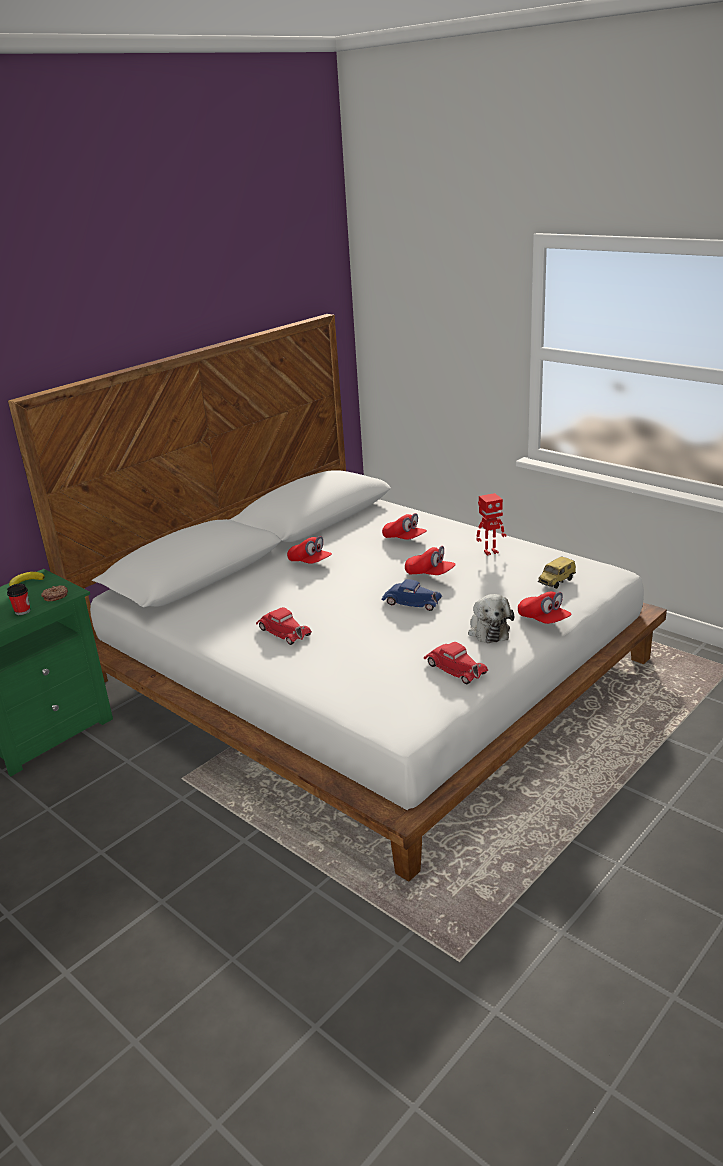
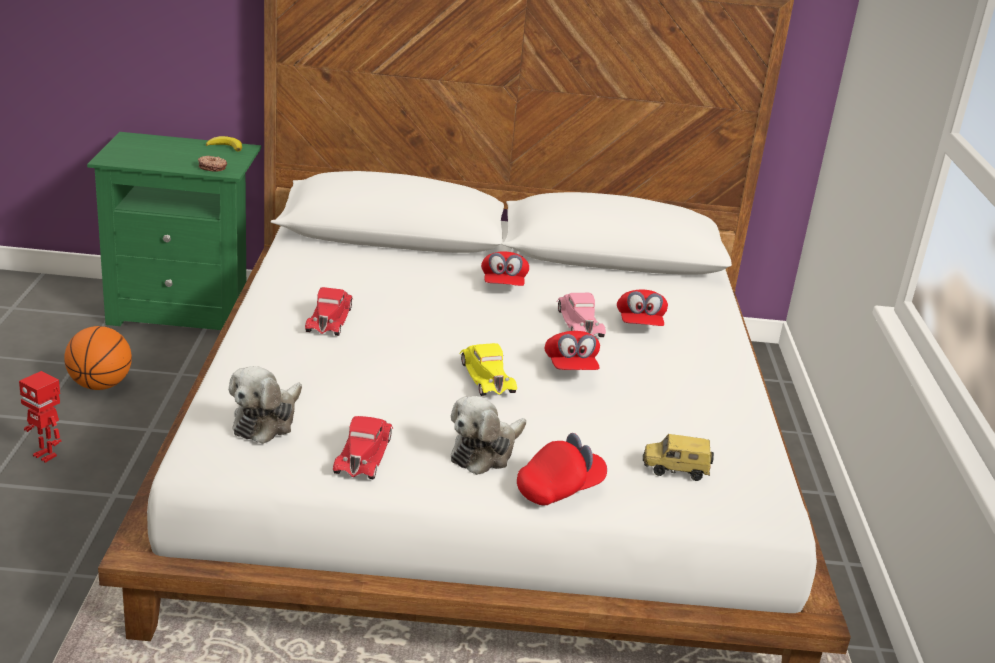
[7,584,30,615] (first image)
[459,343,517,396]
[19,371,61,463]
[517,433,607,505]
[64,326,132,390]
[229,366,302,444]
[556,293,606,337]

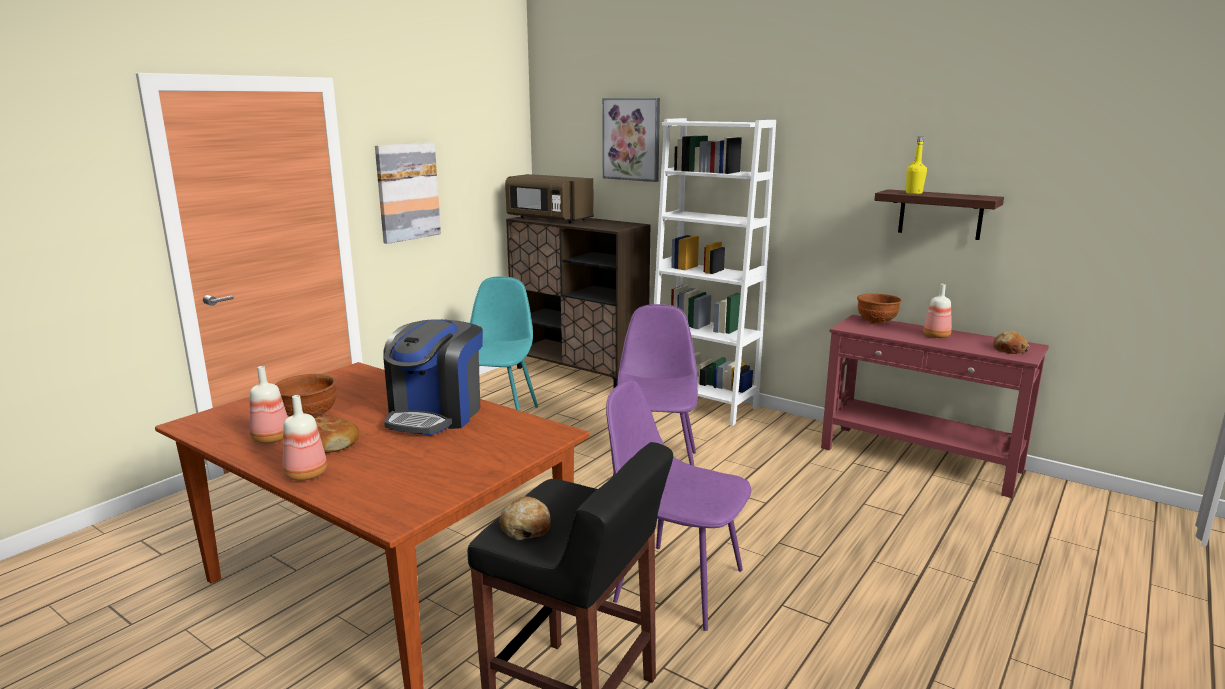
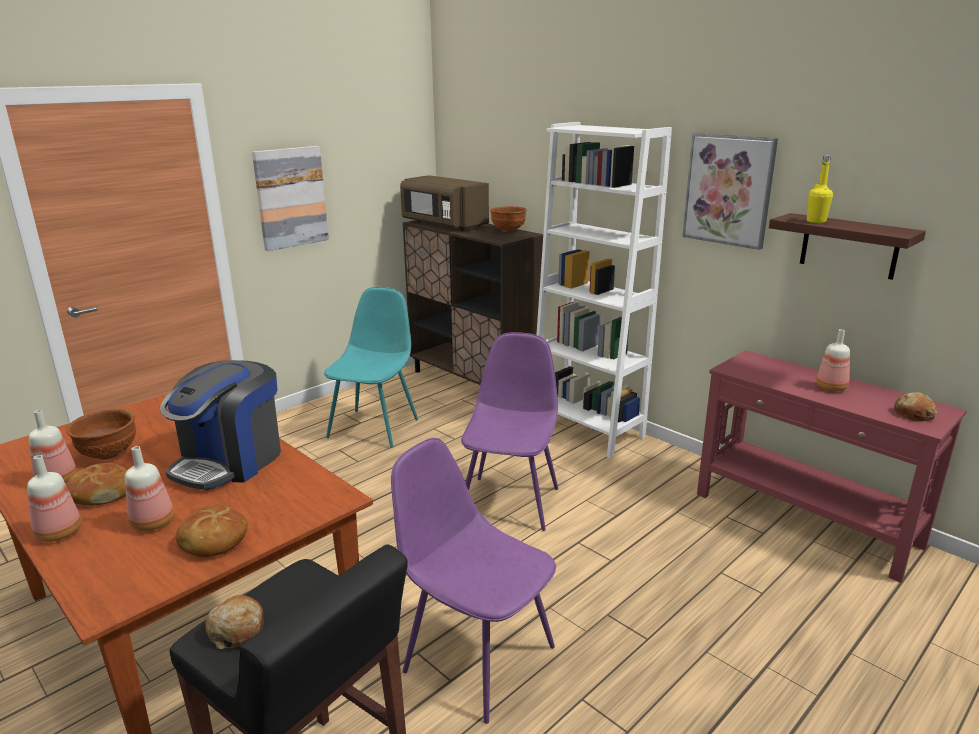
[683,133,778,250]
[490,206,527,232]
[125,446,174,531]
[176,504,248,557]

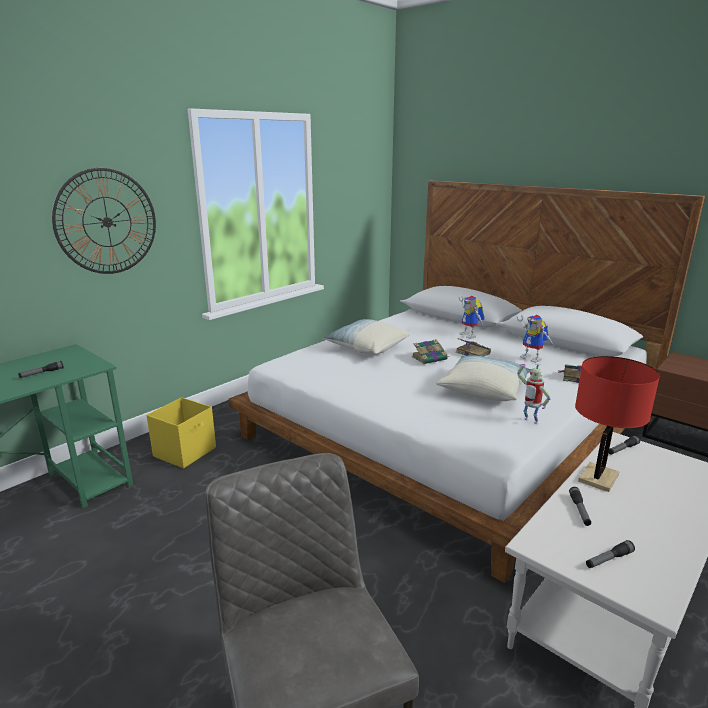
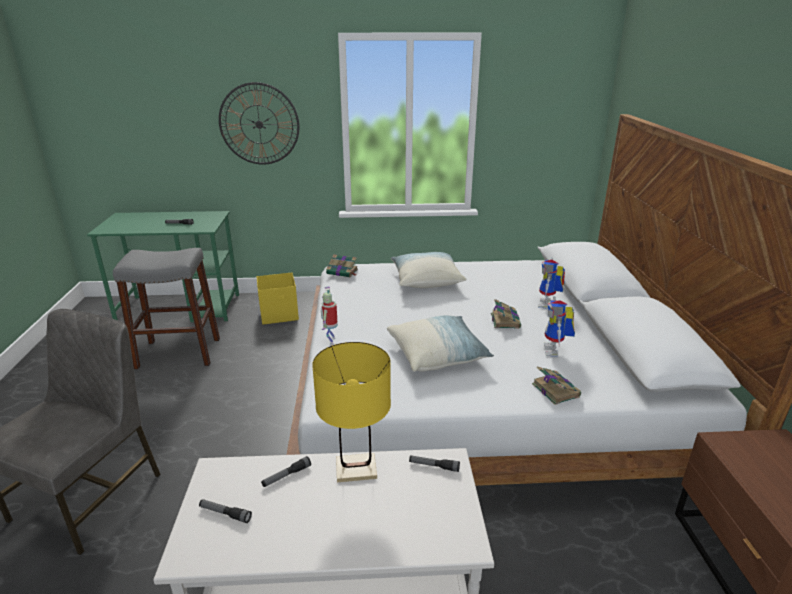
[326,254,358,277]
[321,287,338,345]
[312,342,391,482]
[113,248,220,370]

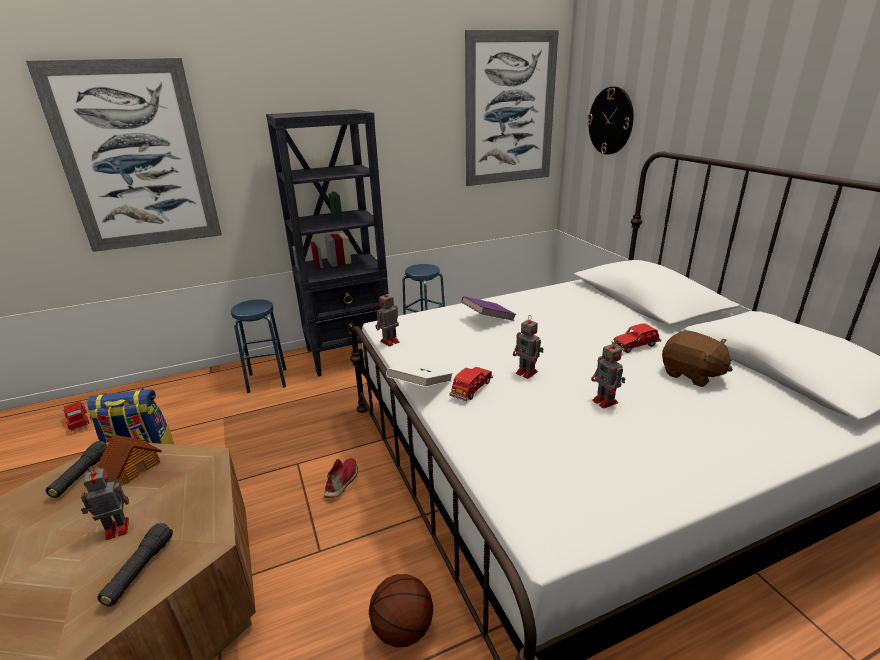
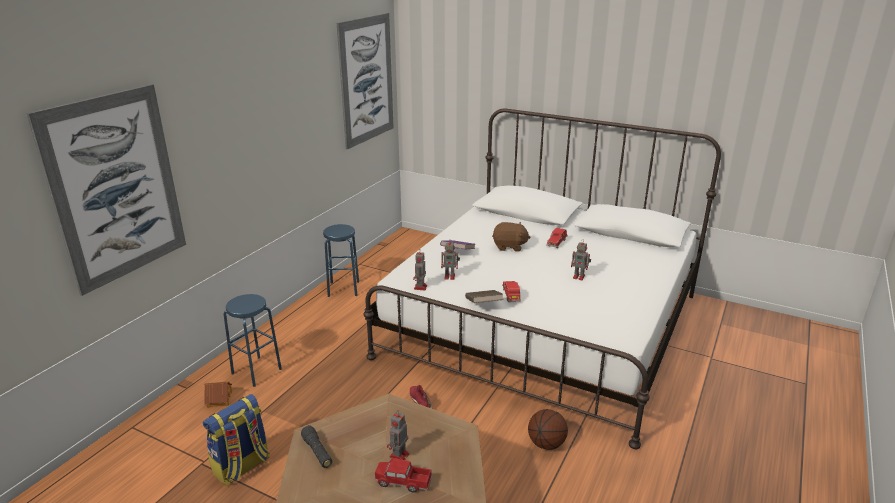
[374,458,432,493]
[204,381,232,408]
[97,523,173,607] (first image)
[266,109,389,376] (first image)
[465,290,504,303]
[441,239,460,280]
[587,87,633,155] (first image)
[492,222,531,251]

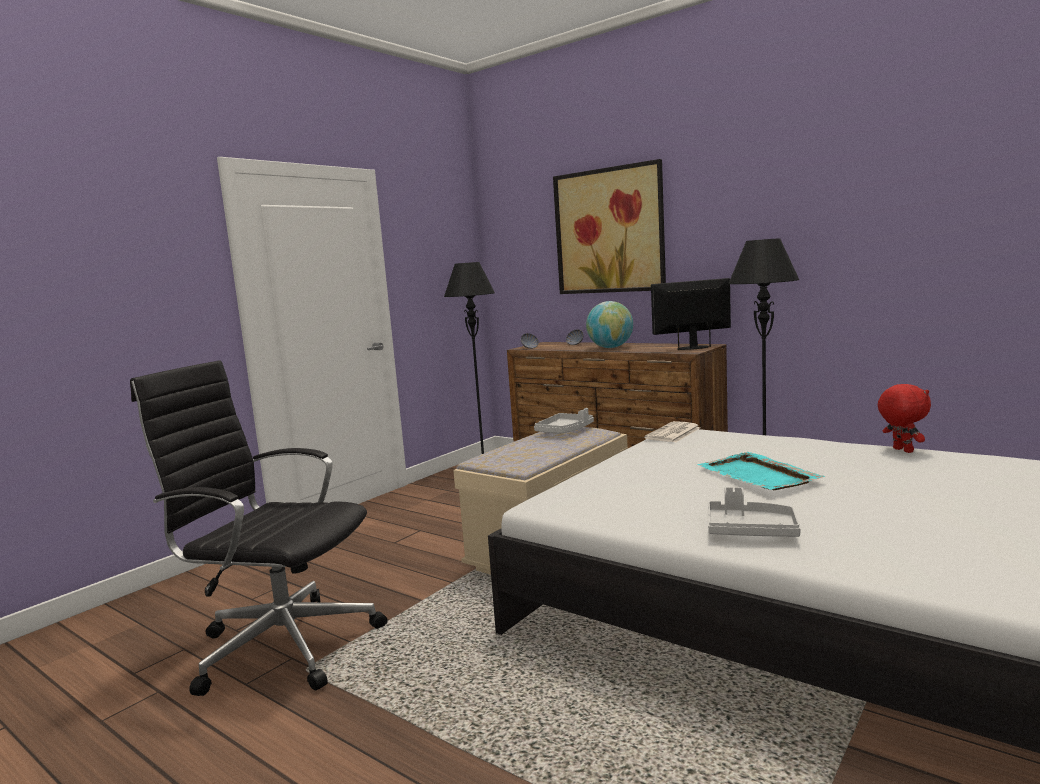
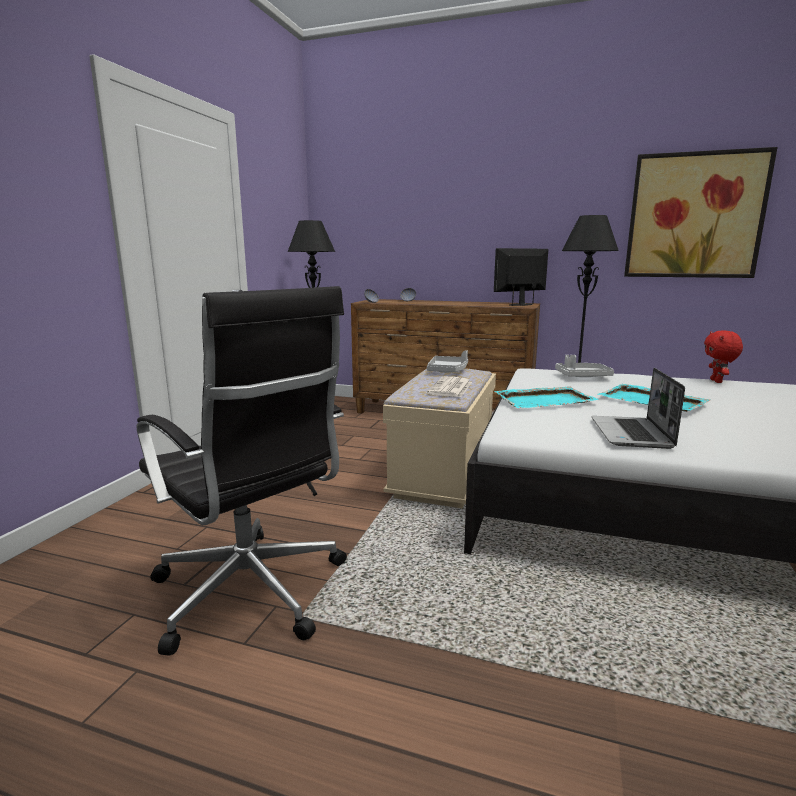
[137,286,347,656]
[624,147,777,278]
[586,301,633,348] (first image)
[427,377,472,397]
[555,355,614,377]
[704,331,743,383]
[494,386,599,408]
[591,368,685,449]

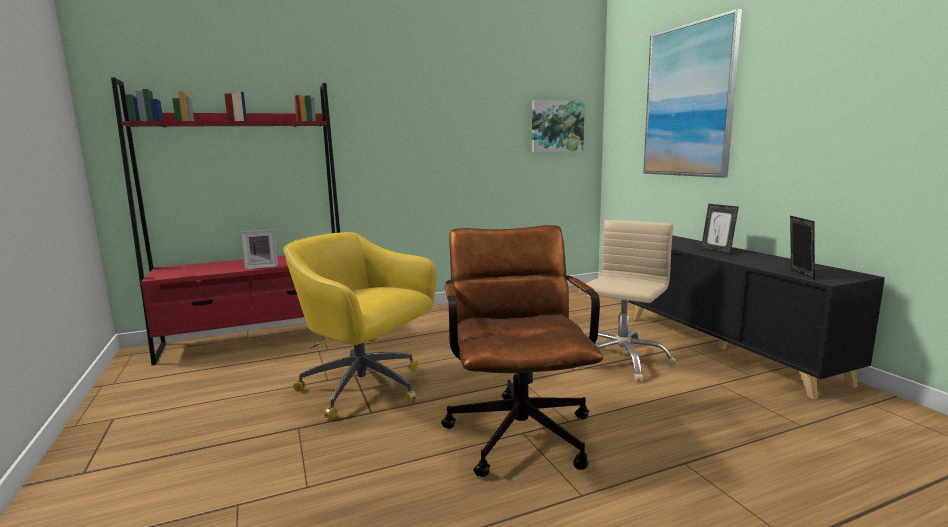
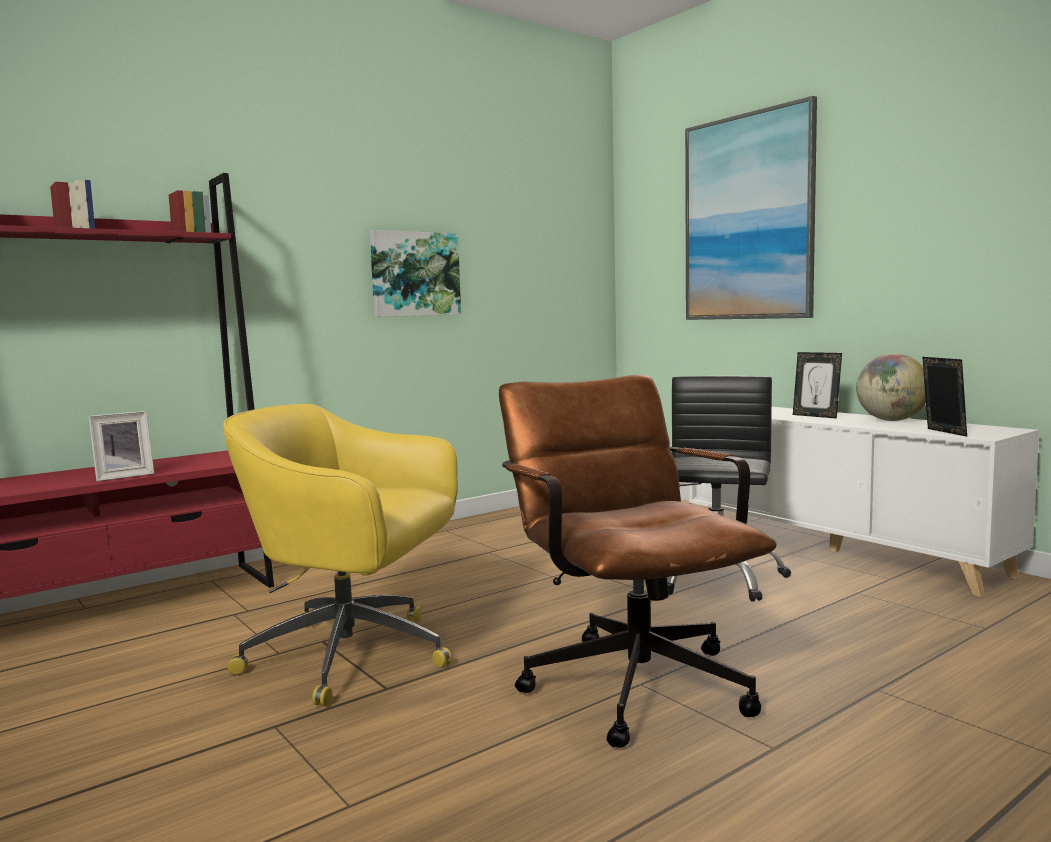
[370,230,461,317]
[667,376,791,602]
[689,407,1039,597]
[856,353,926,421]

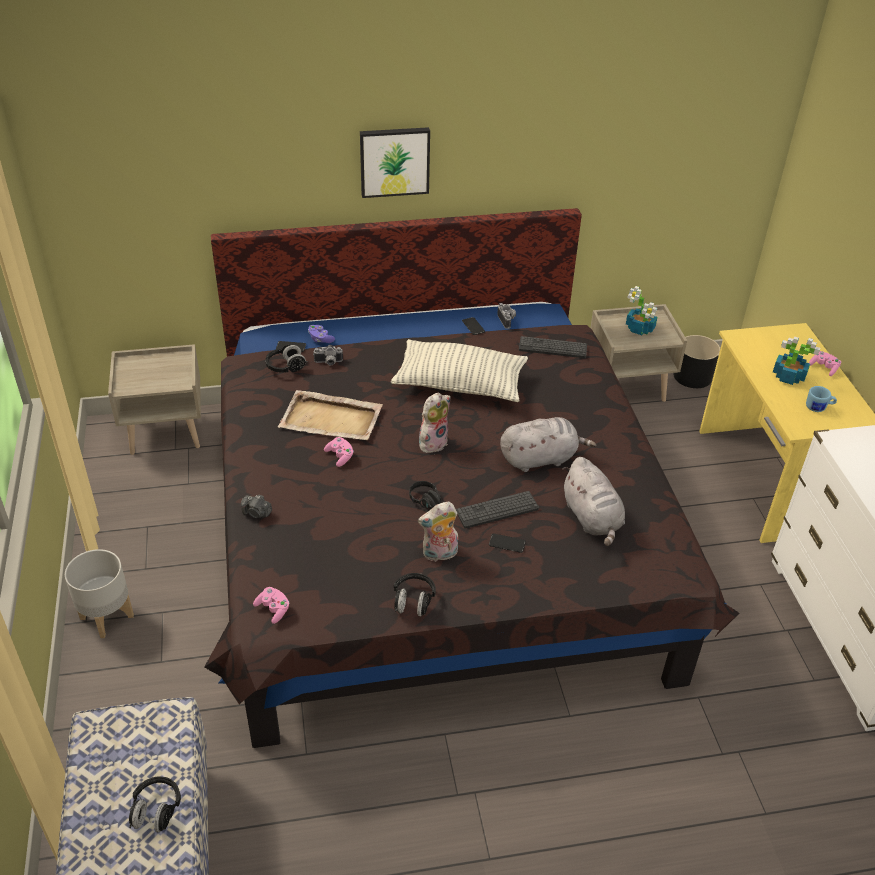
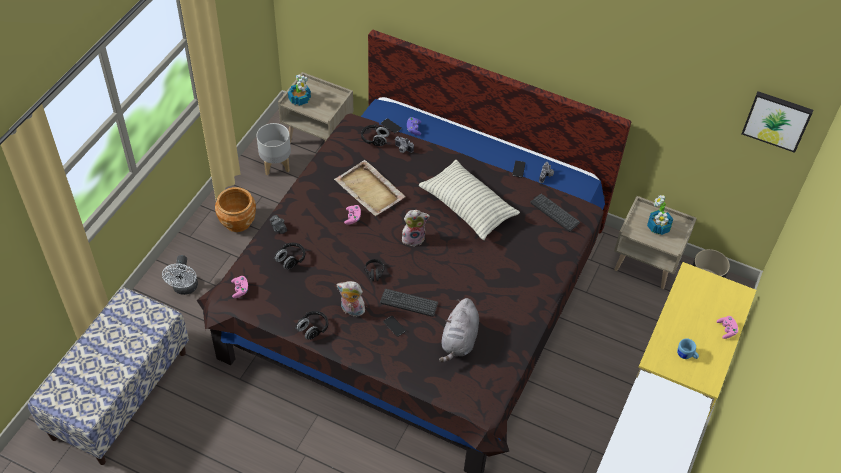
[256,123,291,175]
[274,243,305,269]
[742,91,813,153]
[500,417,597,472] (first image)
[288,74,311,106]
[162,255,198,295]
[215,187,256,232]

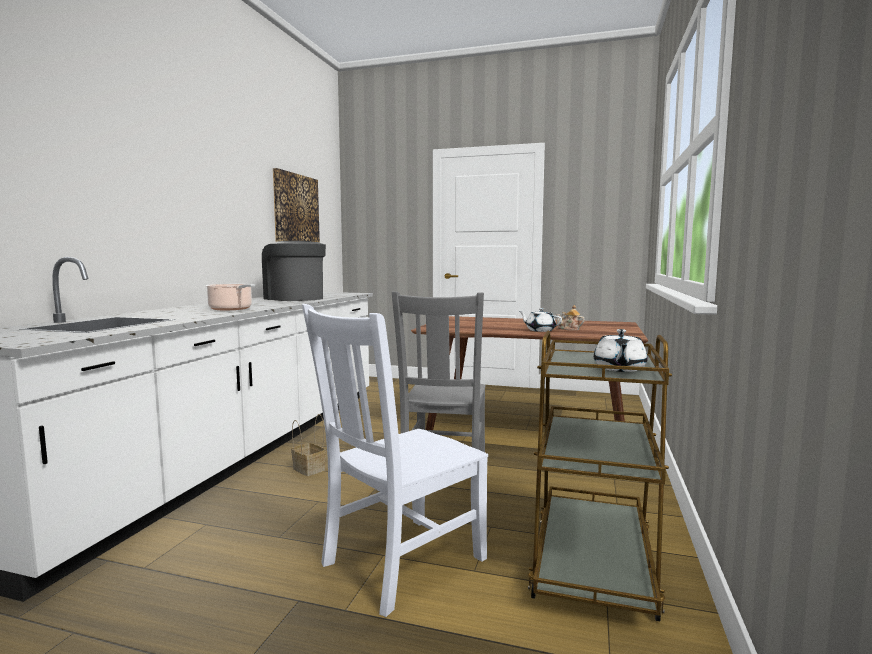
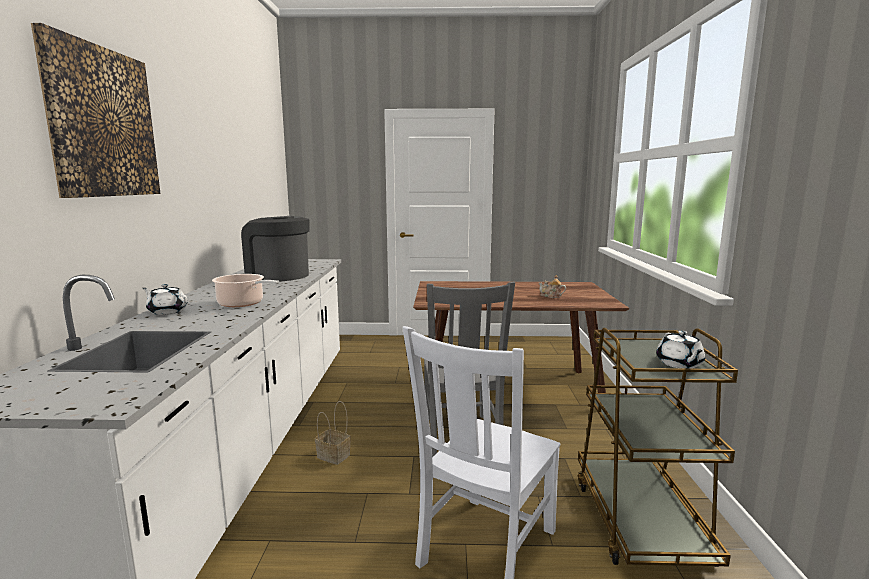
[31,23,160,198]
[143,284,188,315]

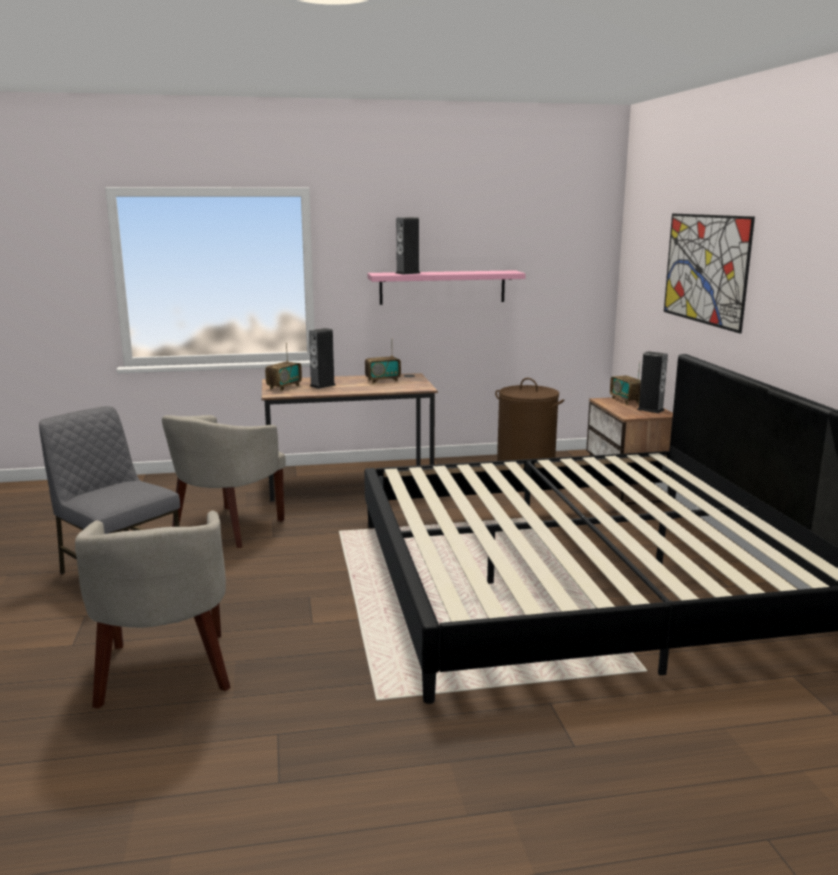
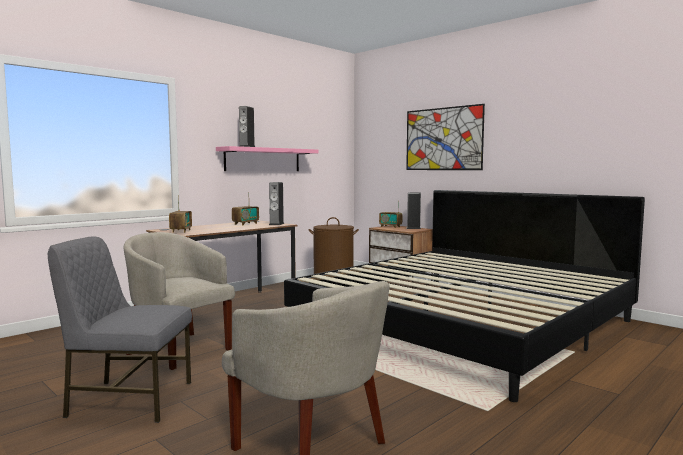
[124,232,235,370]
[269,182,285,225]

